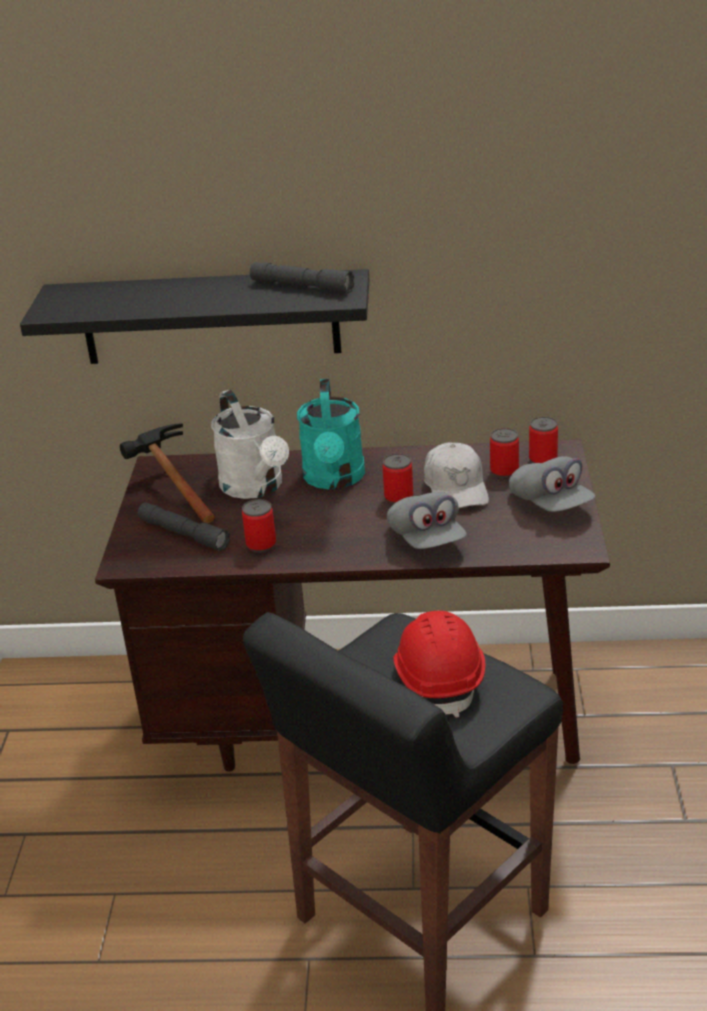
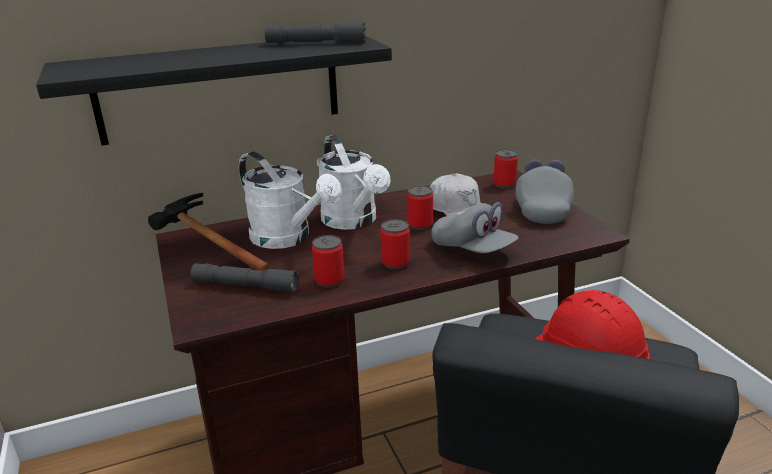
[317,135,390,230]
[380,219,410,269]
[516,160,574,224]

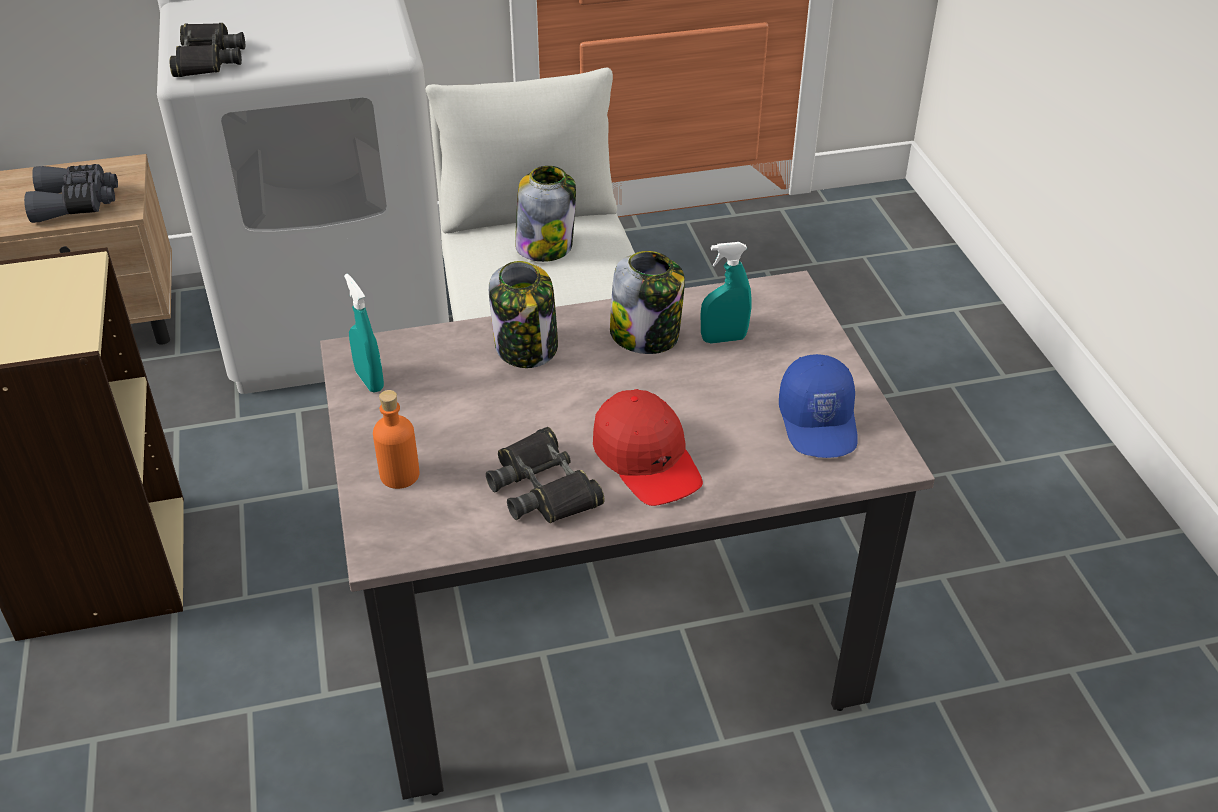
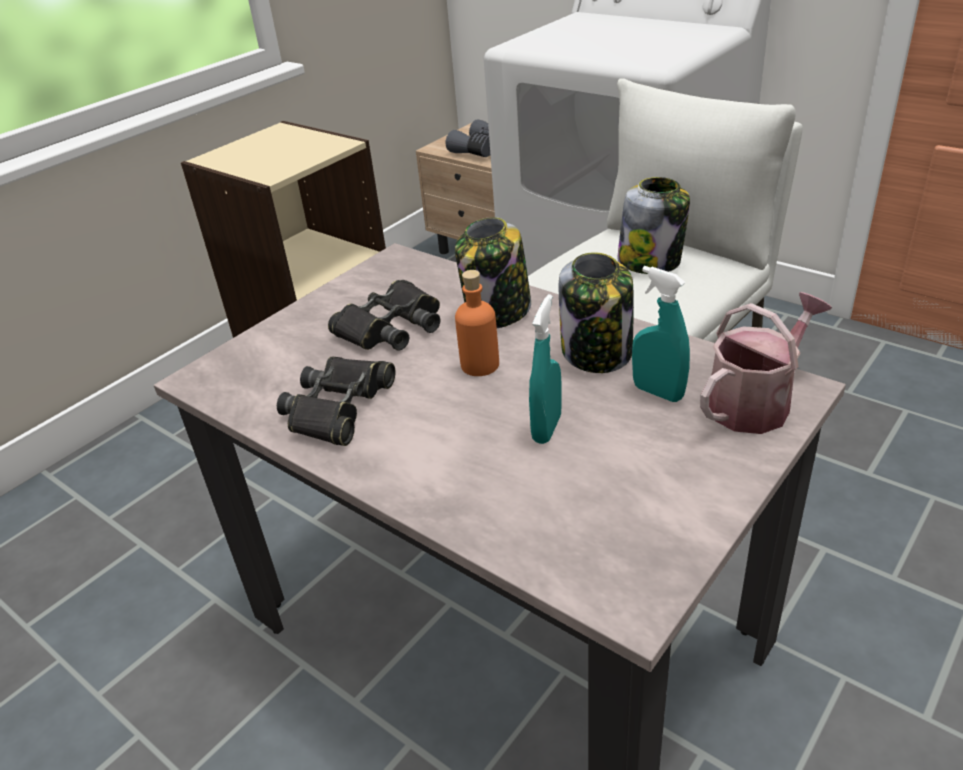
[328,280,440,351]
[529,294,562,444]
[455,270,499,376]
[593,389,703,506] (first image)
[779,354,858,458] (first image)
[700,292,832,434]

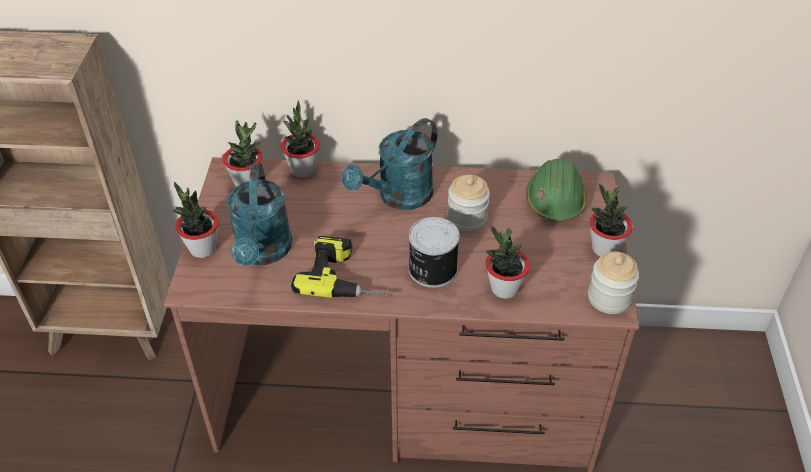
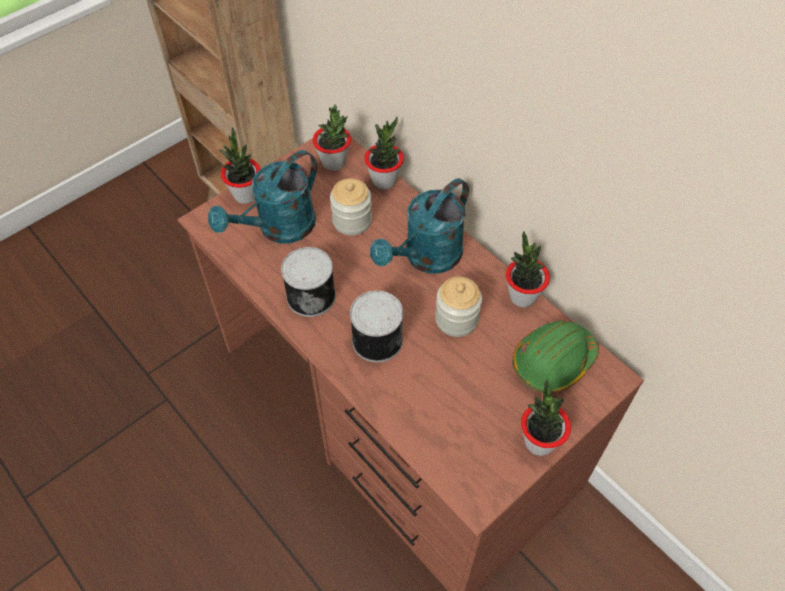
[281,247,336,317]
[370,178,469,274]
[506,231,550,307]
[330,178,372,235]

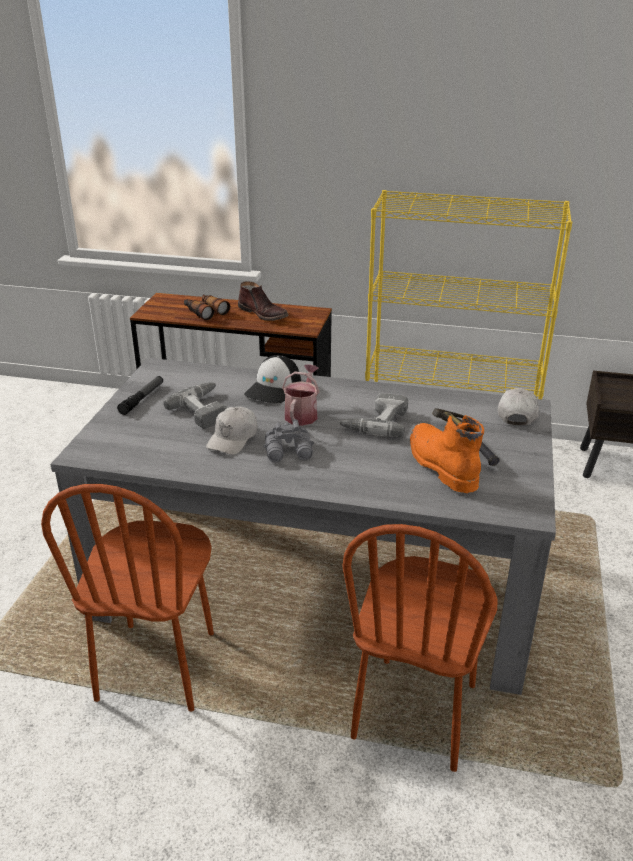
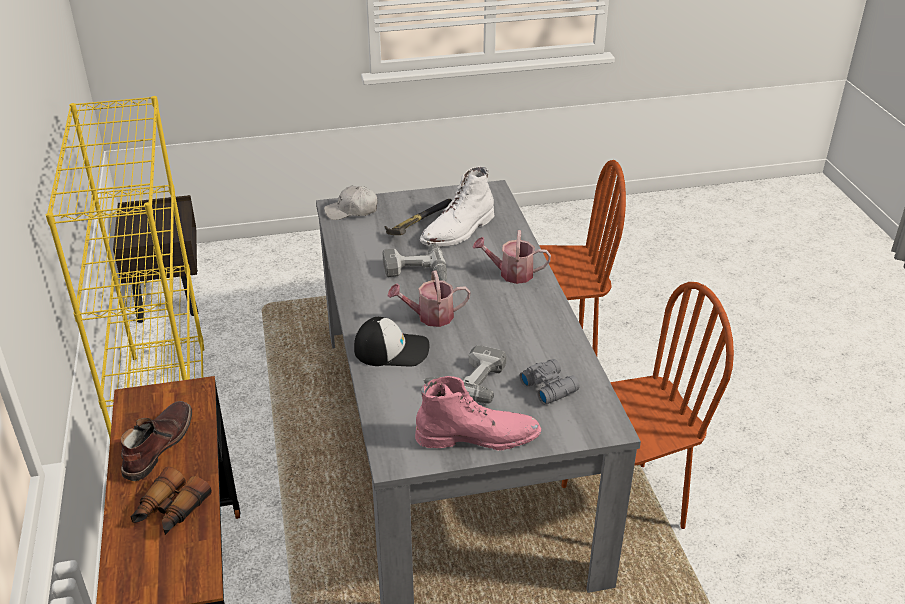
[415,376,541,450]
[206,407,257,455] (first image)
[519,359,580,405]
[420,167,494,247]
[473,230,551,284]

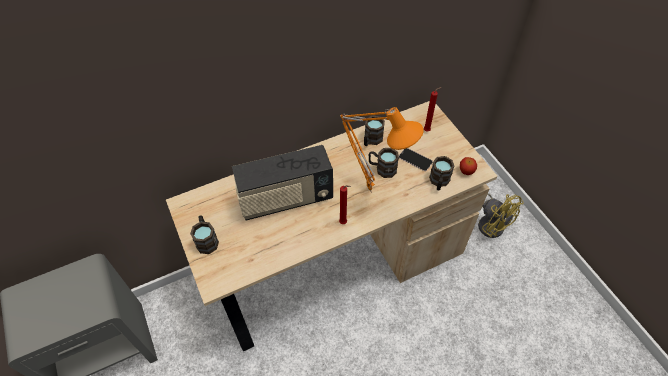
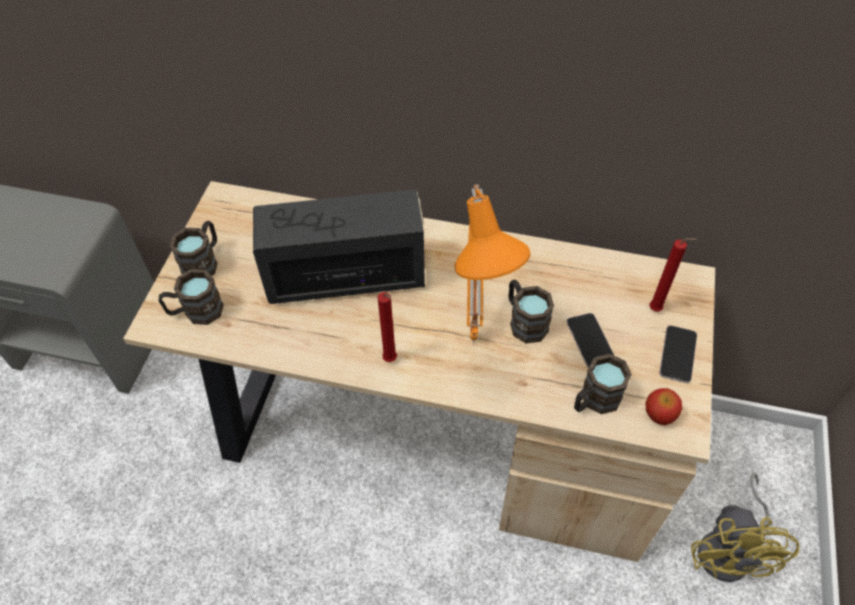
[253,189,425,304]
[159,269,224,325]
[659,325,697,383]

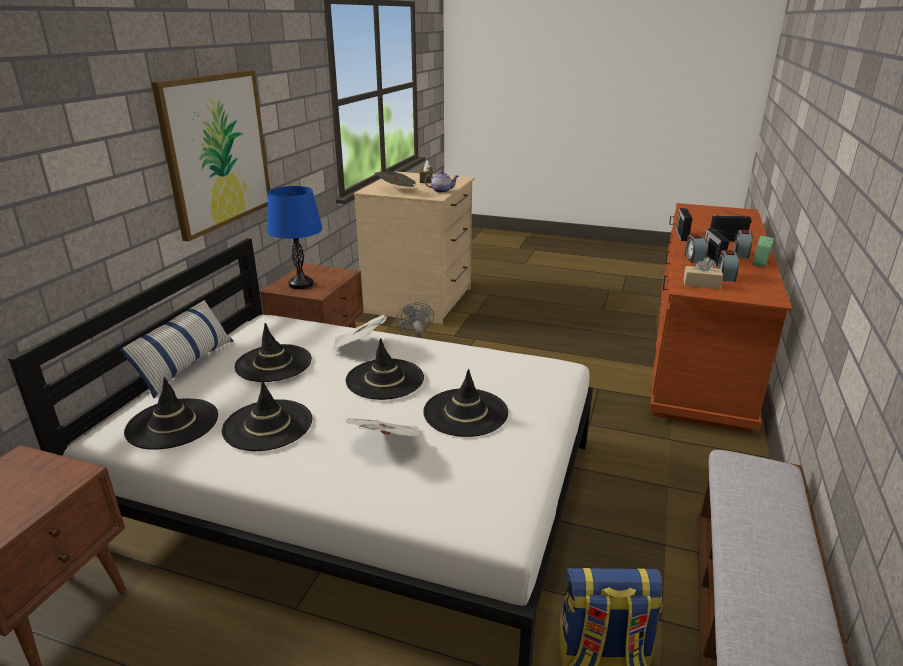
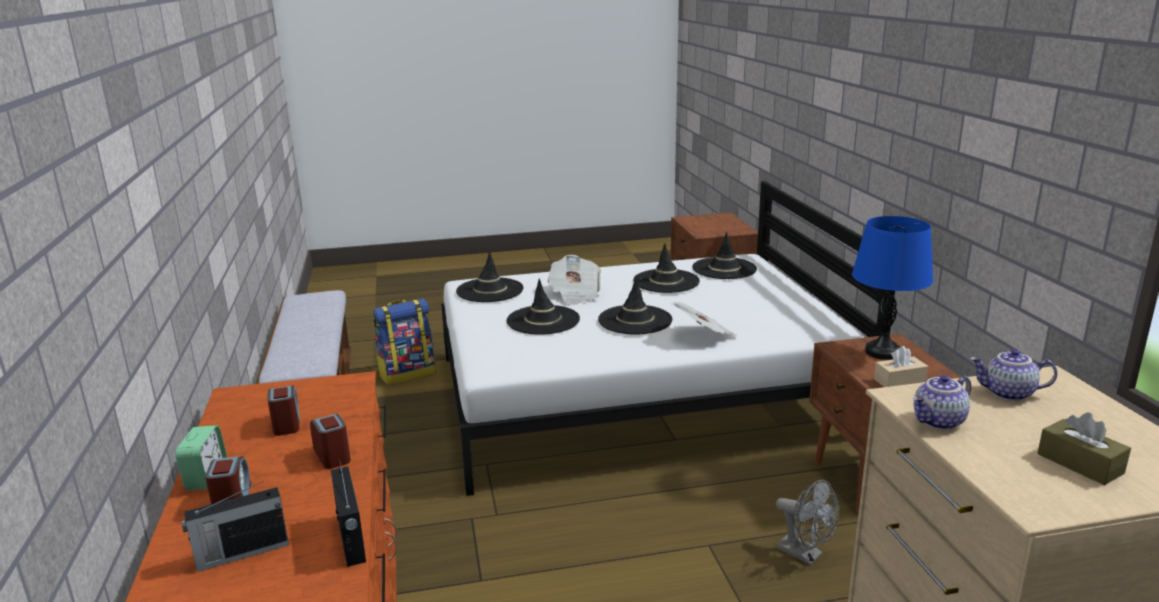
[116,300,233,398] (first image)
[151,70,270,242] (first image)
[456,251,523,302]
[970,349,1057,401]
[874,346,928,387]
[705,229,729,266] (first image)

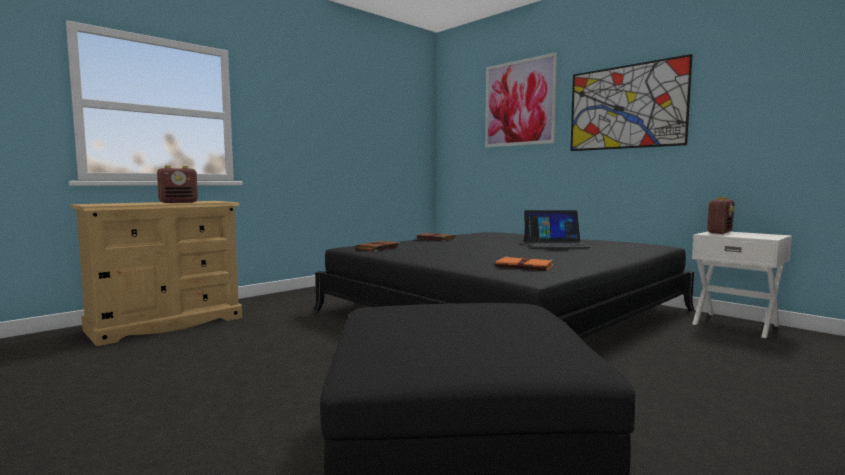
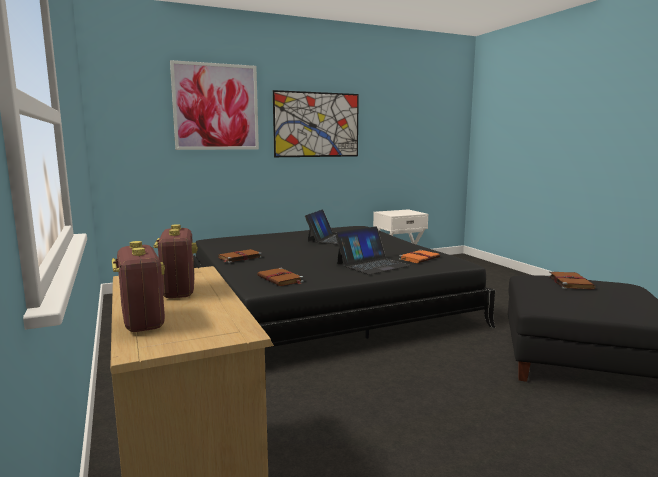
[112,241,165,332]
[335,226,411,275]
[548,271,596,289]

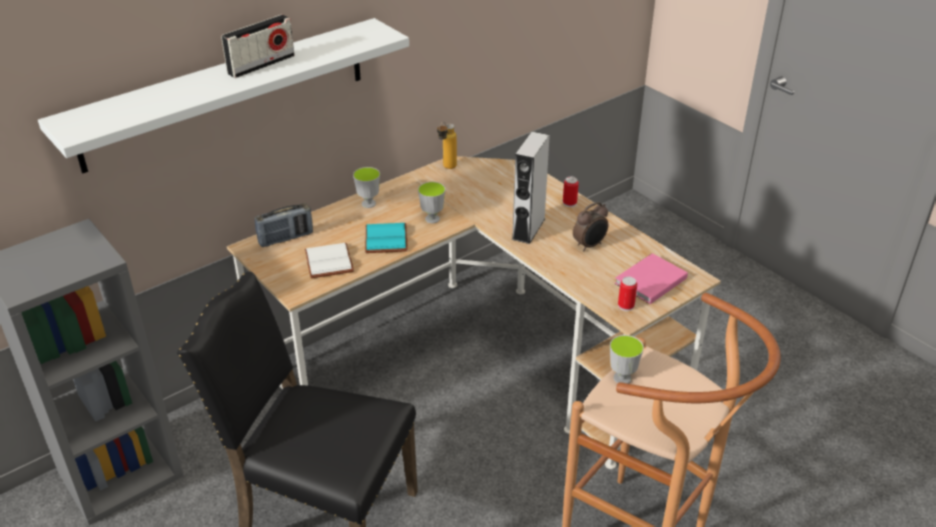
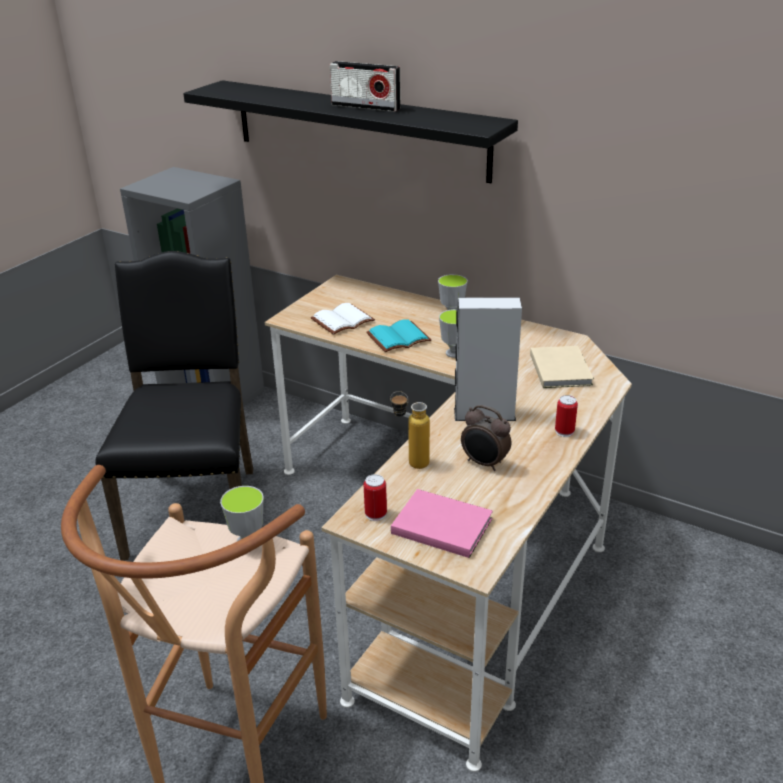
[183,80,518,183]
[254,203,313,247] (first image)
[390,391,430,469]
[530,346,594,388]

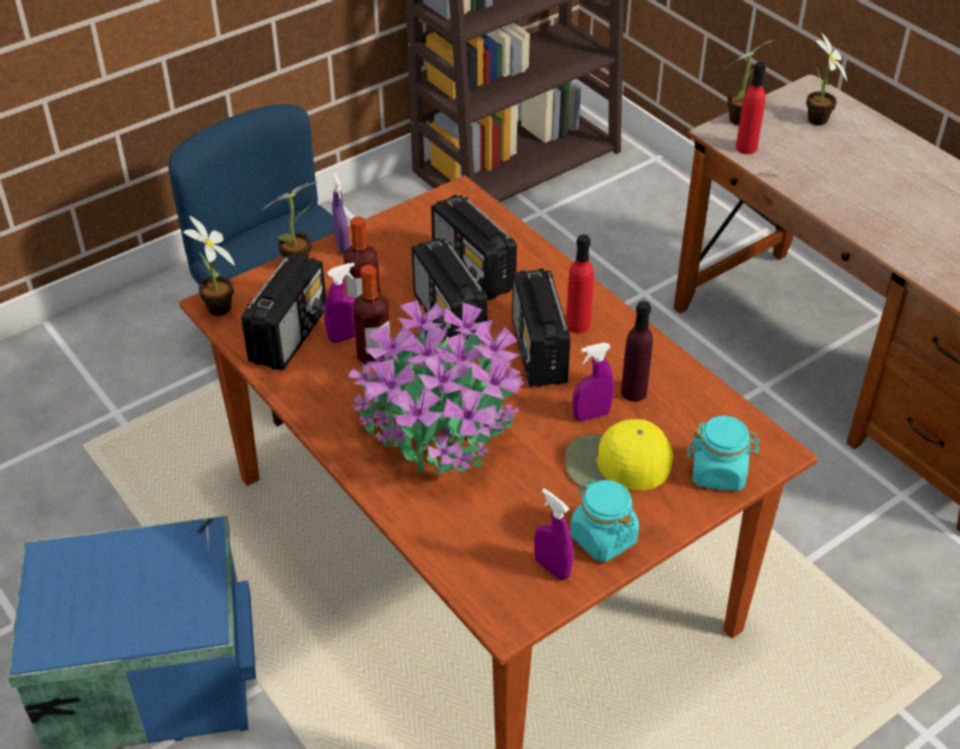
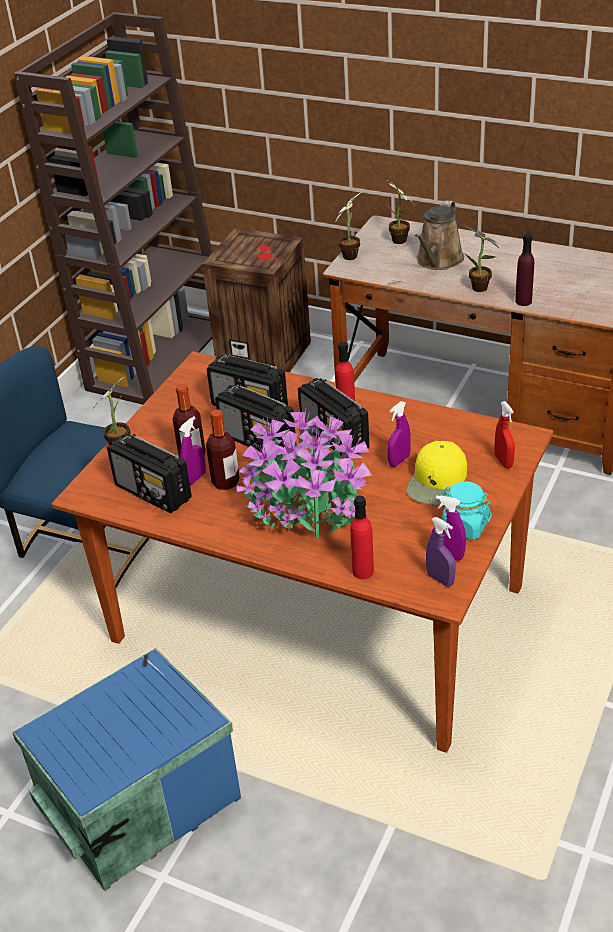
[464,226,499,292]
[107,434,192,513]
[426,517,456,586]
[406,441,467,506]
[515,234,534,306]
[495,401,515,468]
[350,496,374,579]
[202,228,311,372]
[415,200,464,270]

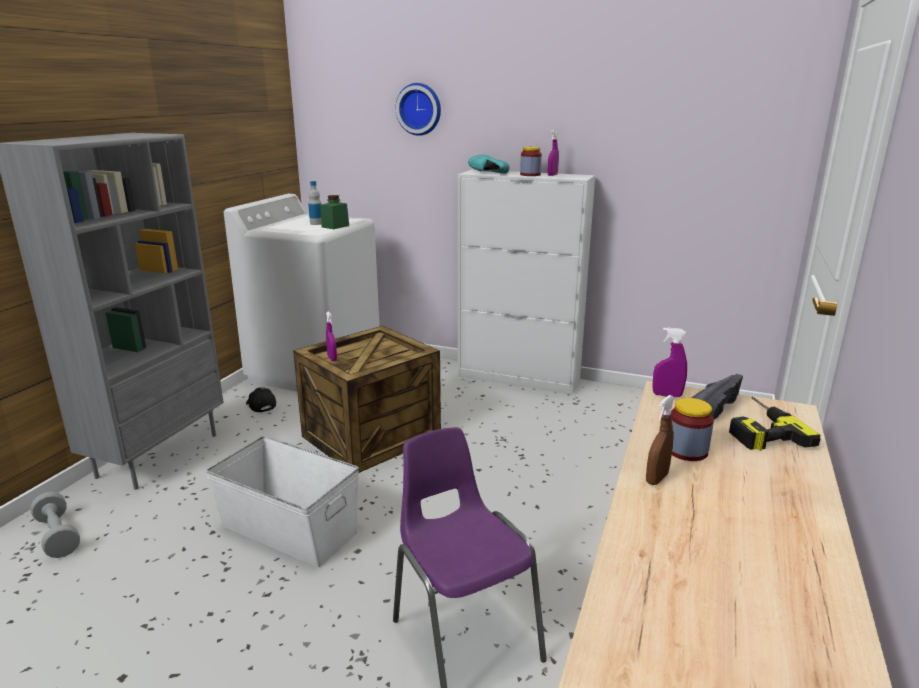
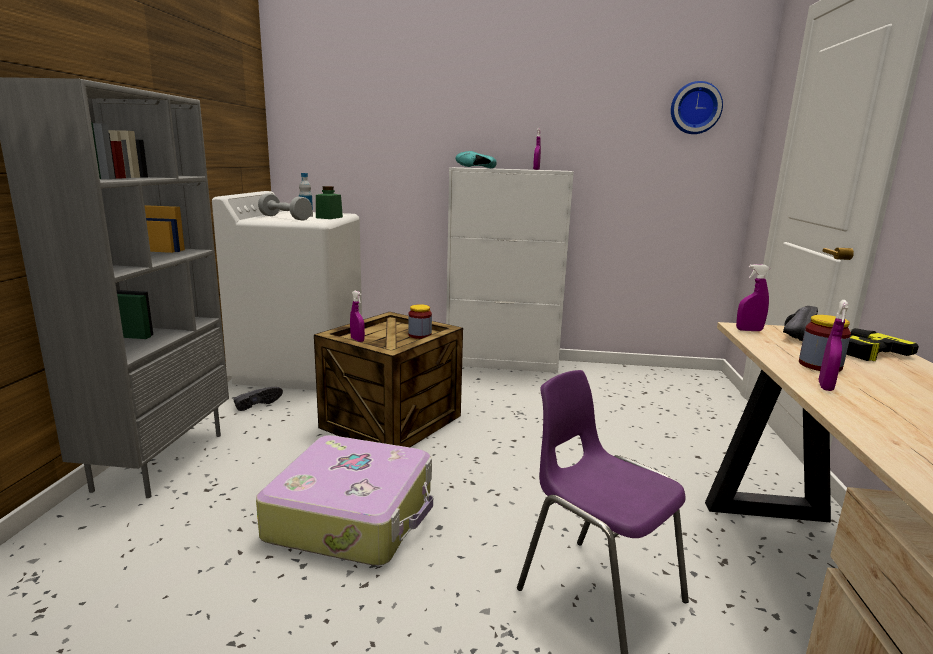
[258,193,312,221]
[256,435,433,566]
[233,387,283,411]
[671,81,723,134]
[408,304,432,339]
[819,300,849,391]

